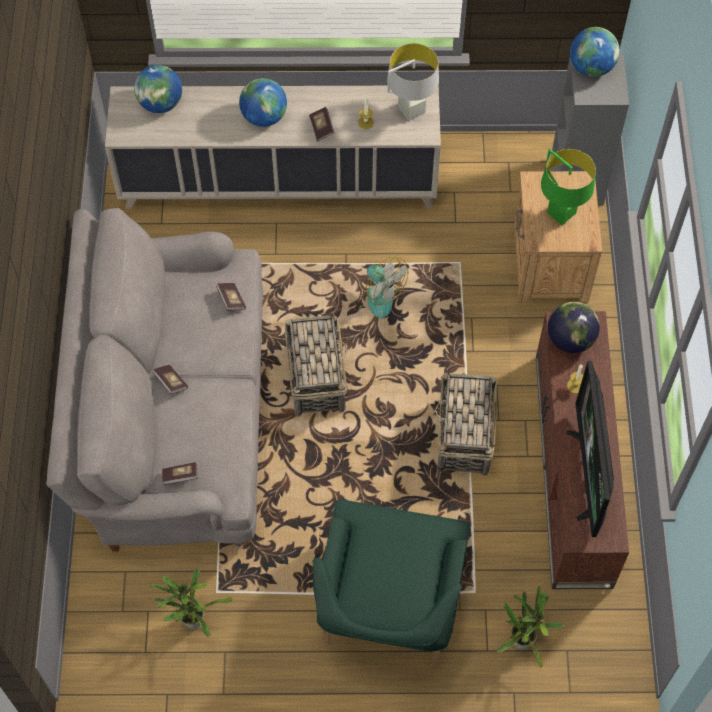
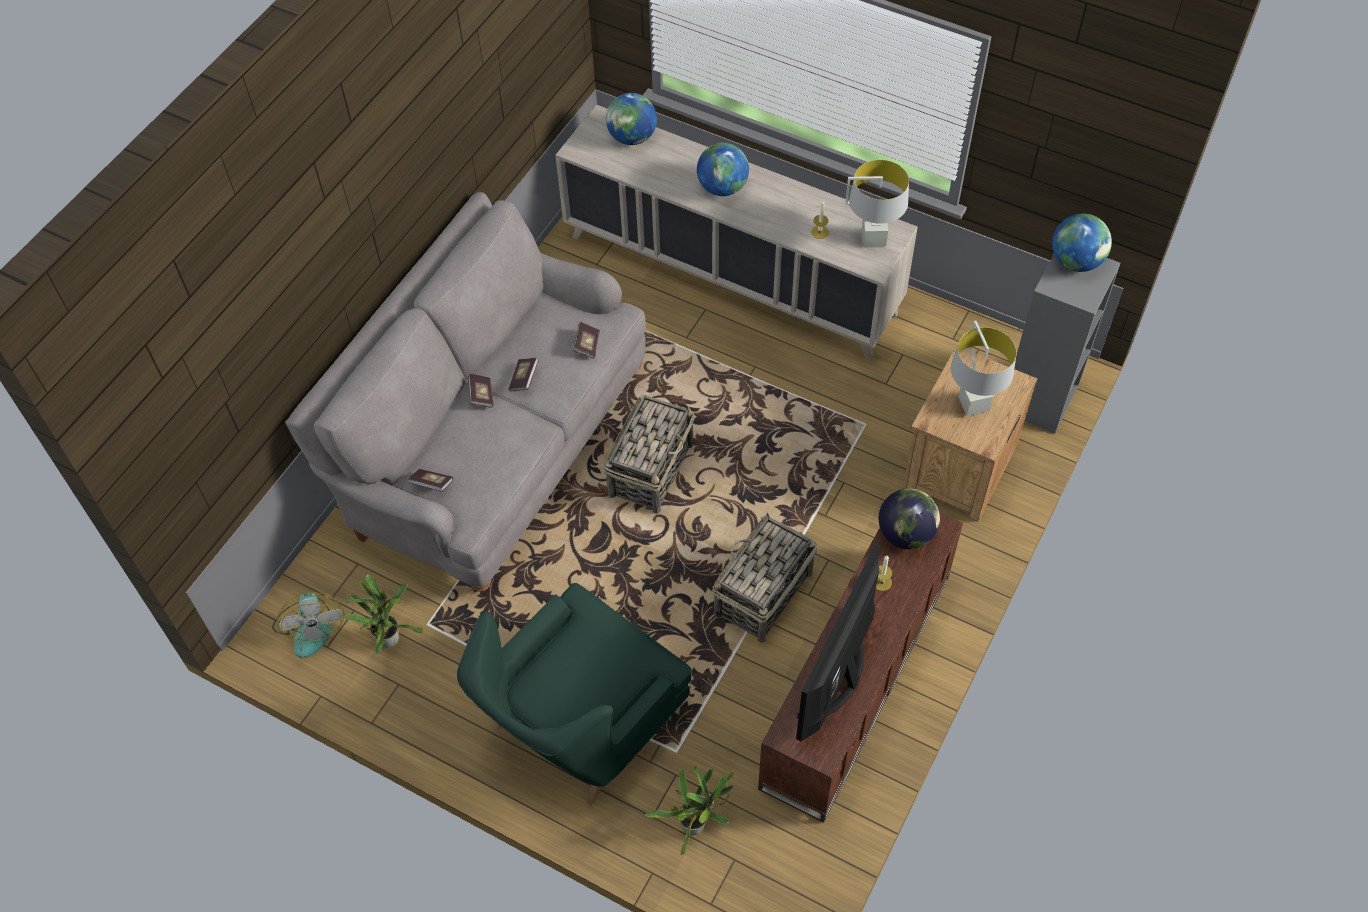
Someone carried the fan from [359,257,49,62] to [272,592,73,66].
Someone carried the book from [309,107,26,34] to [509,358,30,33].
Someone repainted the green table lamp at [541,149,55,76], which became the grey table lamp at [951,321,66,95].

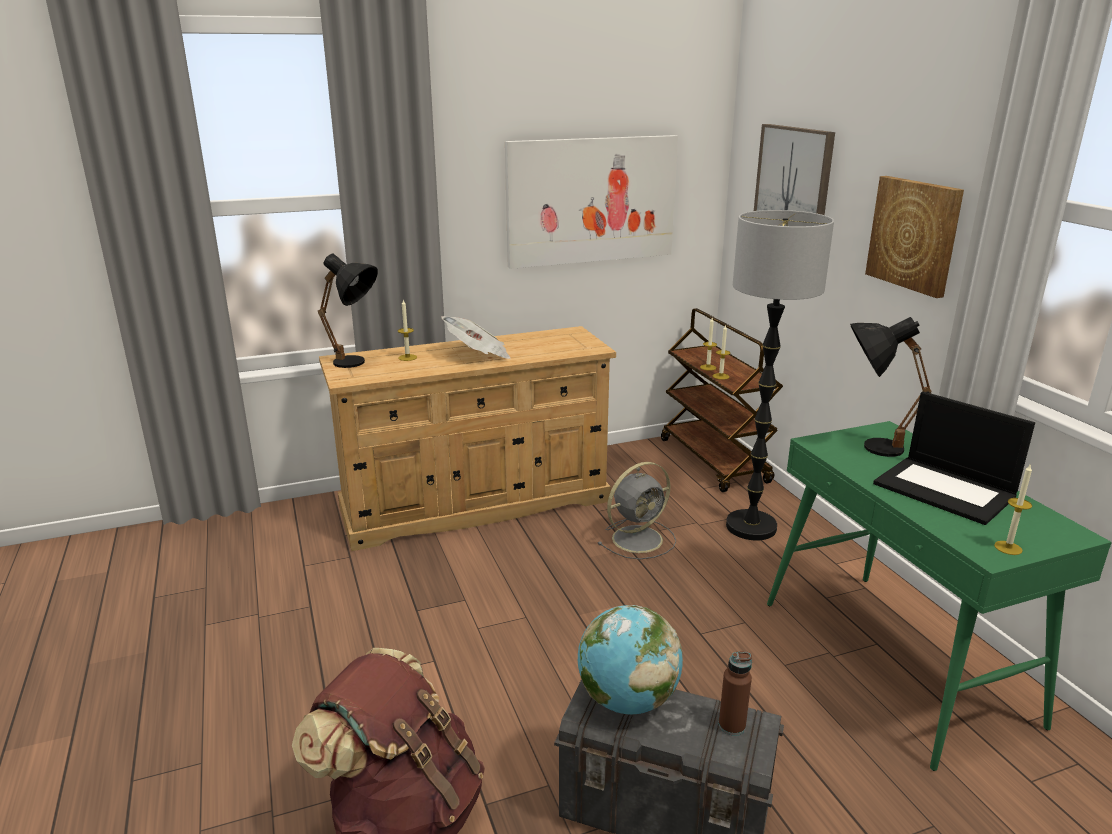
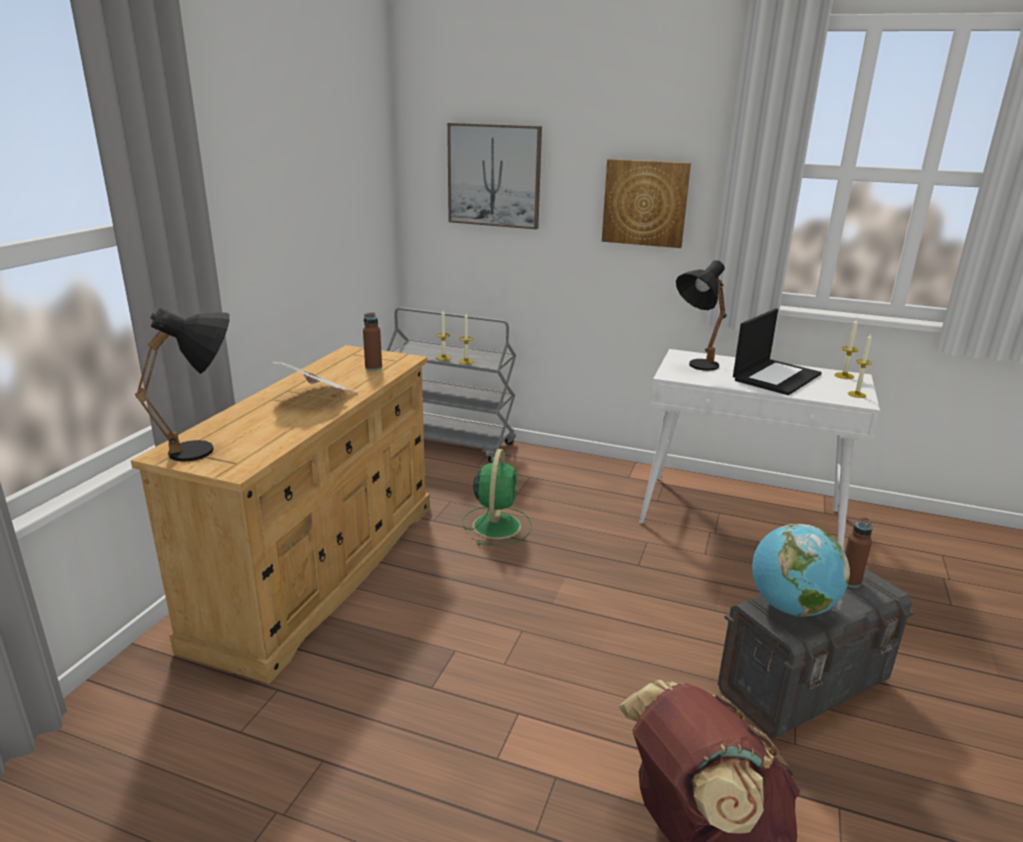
Someone put down the brown bottle at [363,312,19,59].
Someone repainted the brown cart at [661,308,122,184], which became the grey cart at [386,307,130,156].
Someone repainted the grey fan at [597,462,79,97], which became the green fan at [462,449,70,96].
Someone repainted the green console table at [767,421,345,350], which became the white console table at [639,349,241,201].
Someone rotated the laptop at [873,391,162,134] by 45 degrees counterclockwise.
Someone carried the candle from [398,300,19,61] to [834,319,25,60].
Someone took away the picture at [505,135,173,134].
Someone took away the floor lamp at [726,210,108,331].

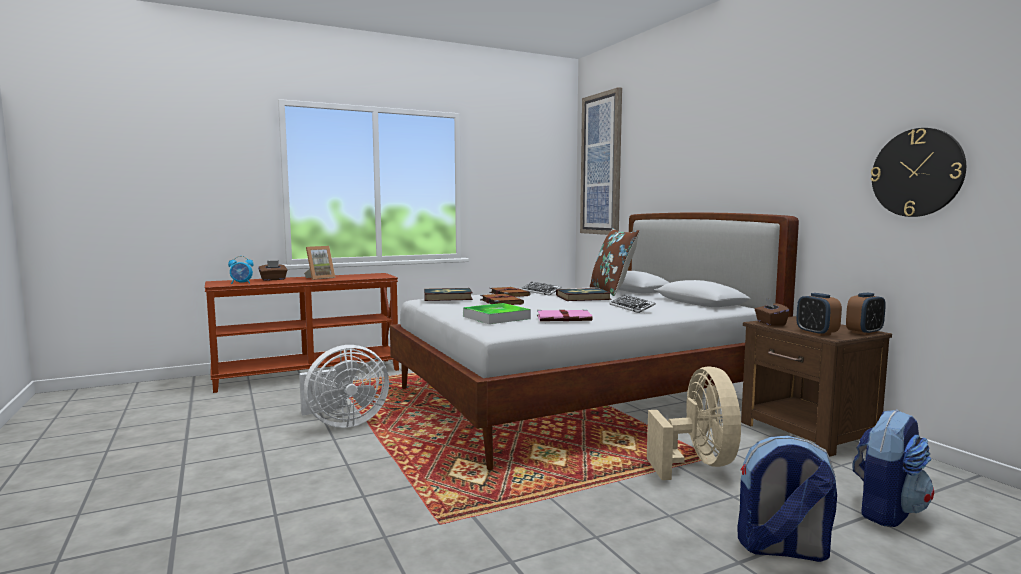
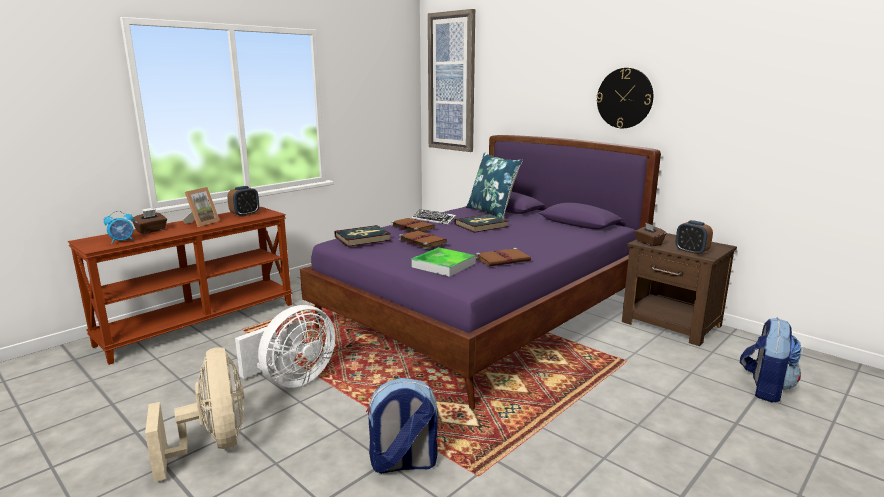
Someone carried the beige fan from [647,367,94,113] to [145,347,99,135].
Someone carried the alarm clock from [846,293,40,42] to [227,186,32,31].
Someone repainted the white bed at [390,212,409,258], which became the purple bed at [300,135,361,274].
Someone carried the backpack from [737,435,100,127] to [366,378,72,96].
Someone repainted the brown pillow at [590,228,50,68], which became the blue pillow at [466,152,57,67].
Someone repainted the pink book at [537,309,56,12], which became the brown book at [476,248,55,19].
Someone carried the wall clock from [870,128,96,89] to [596,68,57,60].
Someone took away the keyboard at [609,295,47,18].

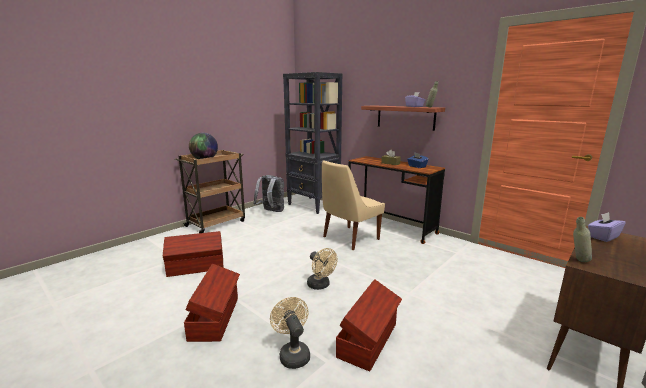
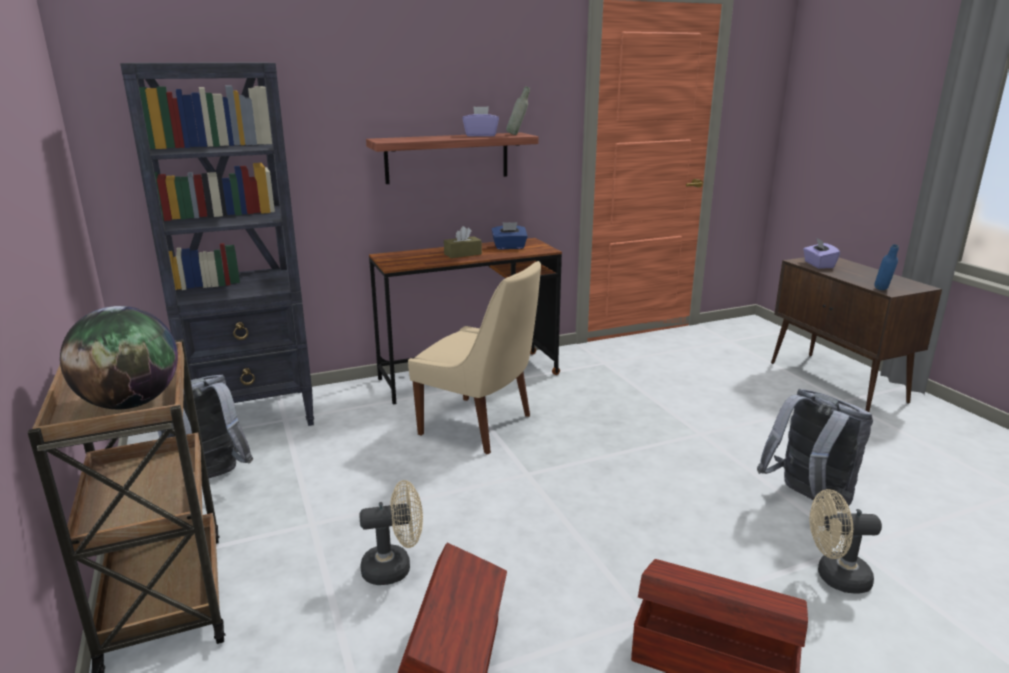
Someone carried the beige fan from [307,248,31,42] to [359,480,64,105].
Someone rotated the beige chair at [322,160,63,90] by 45 degrees counterclockwise.
Someone swapped the brown storage box at [336,279,66,92] for the grey backpack at [757,389,116,122].
Someone repainted the grey bottle at [573,217,19,45], which became the blue bottle at [874,244,25,46].

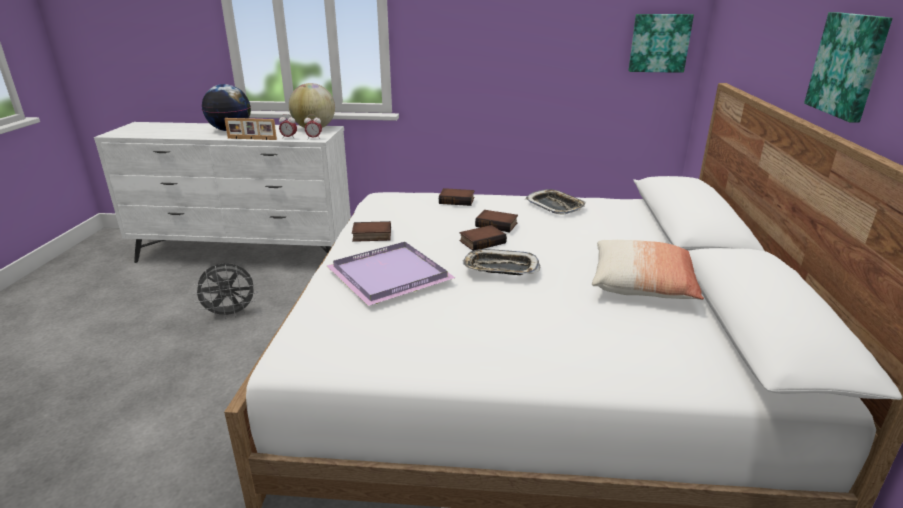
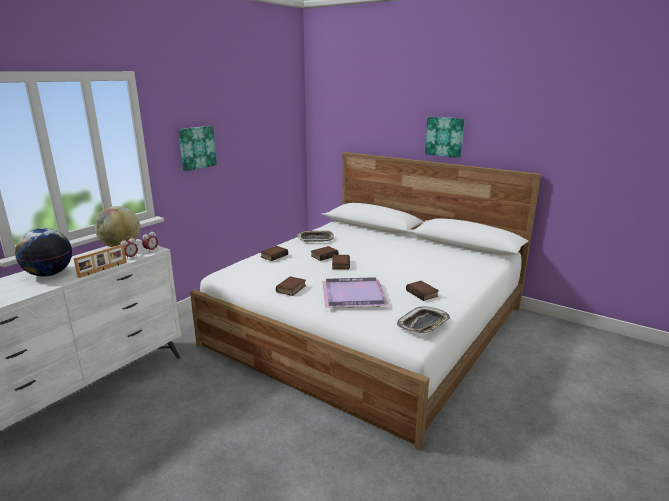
Someone carried the picture from [628,14,66,59] to [178,126,39,45].
Someone carried the tray from [463,249,77,26] to [397,306,53,27].
Someone put down the book at [406,281,33,20].
Someone took away the grey fan at [193,263,65,56].
Someone took away the pillow at [592,240,112,60].

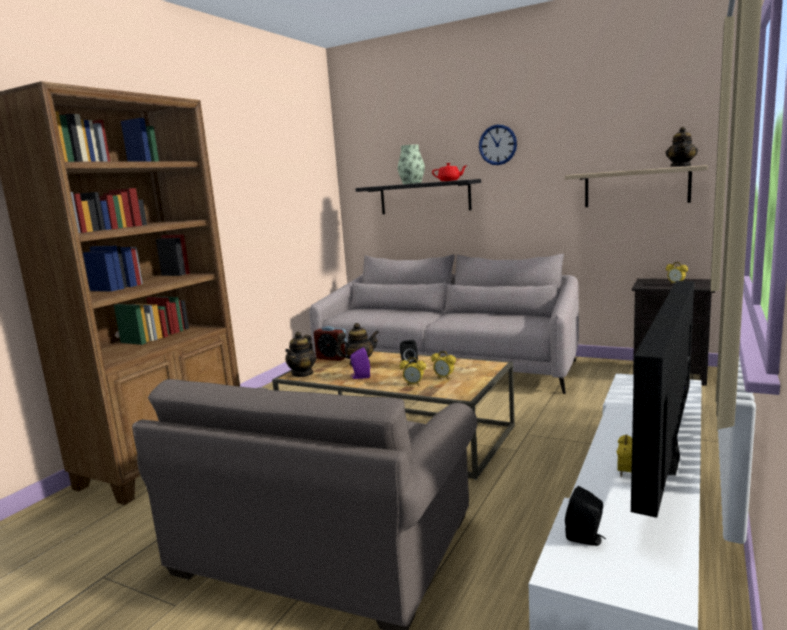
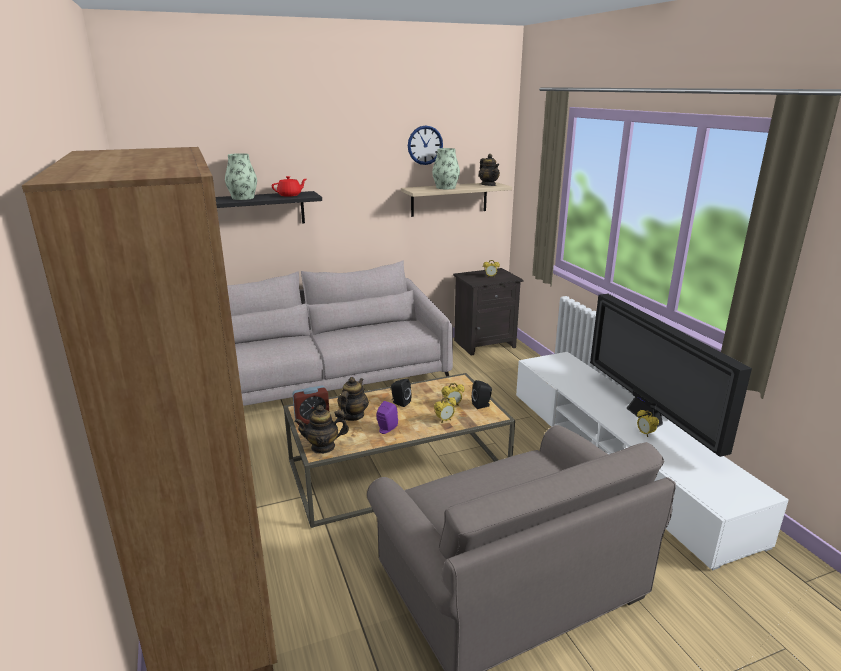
Someone rotated the teapot at [285,332,31,45] by 105 degrees clockwise.
Someone carried the wall clock from [479,125,38,40] to [408,125,35,40].
Someone put down the vase at [432,148,28,41].
Someone carried the black speaker from [565,486,41,60] to [472,380,20,29].

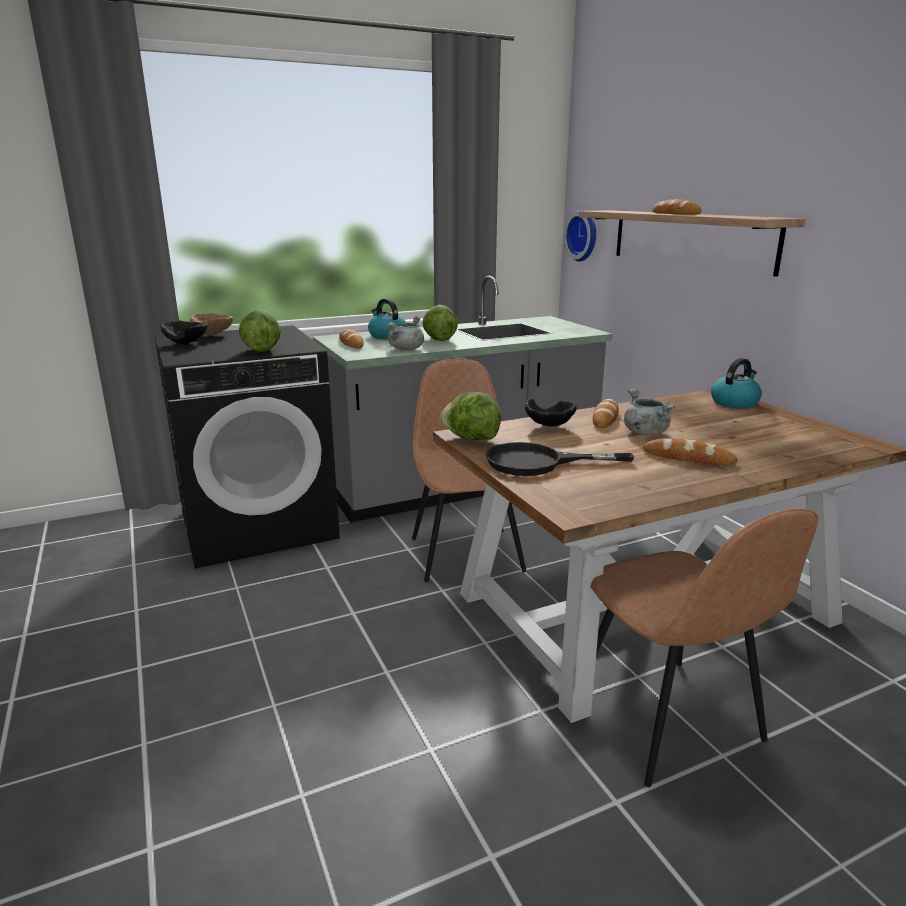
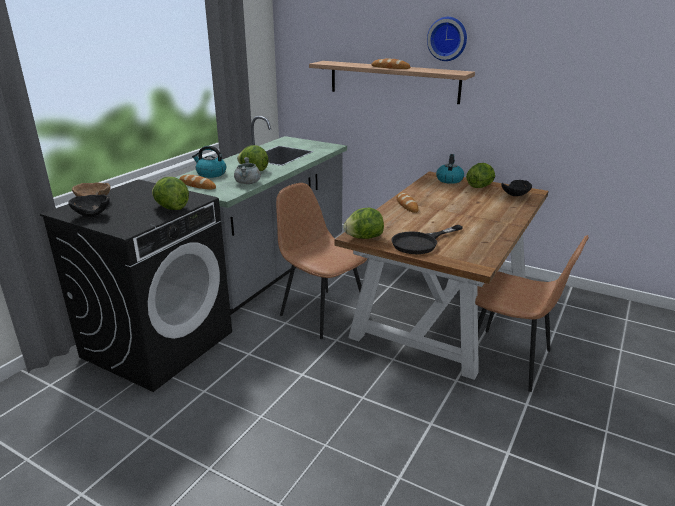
Someone carried the wall clock from [564,210,32,52] to [427,17,40,44].
Someone put down the lettuce at [466,163,29,25].
Someone carried the black bowl from [525,399,52,28] to [501,180,31,16].
Someone took away the grey cooking pot at [624,389,51,46].
Someone took away the bread at [643,438,94,27].

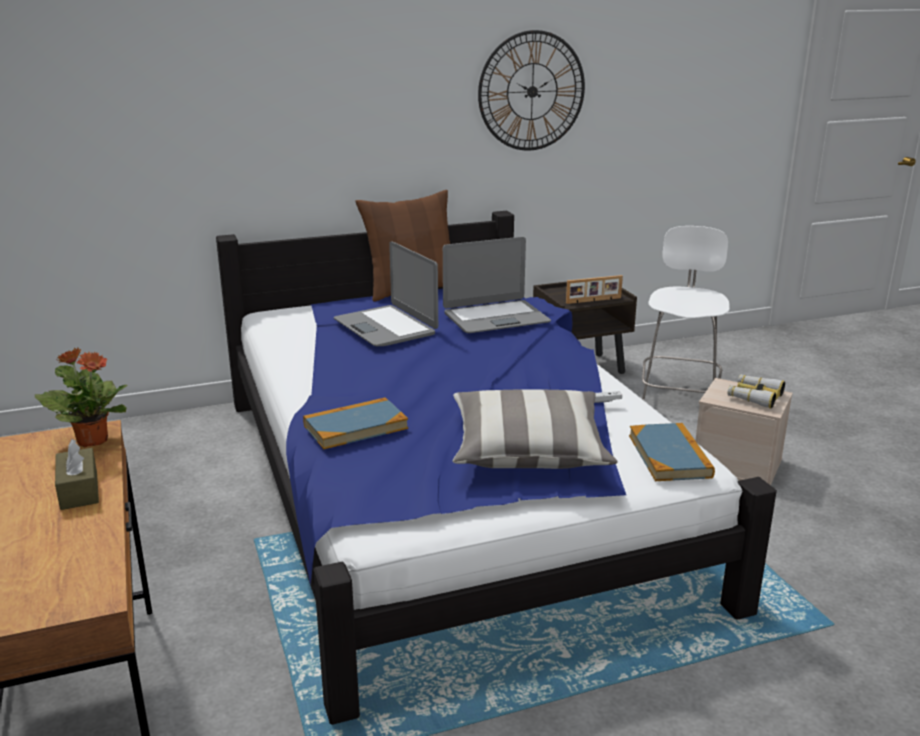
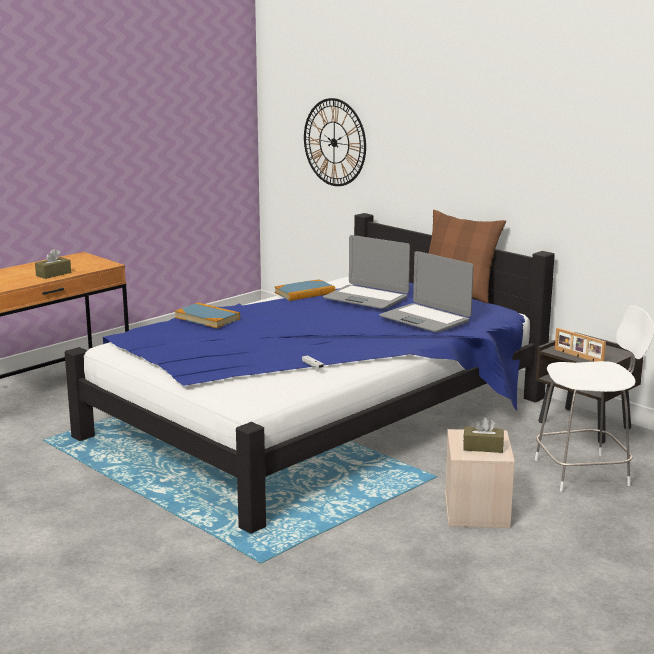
Someone carried the book from [629,423,86,58] to [275,280,60,21].
Someone carried the wall clock from [478,30,107,121] to [304,98,62,88].
Someone rotated the laptop at [334,241,104,105] by 90 degrees counterclockwise.
Someone swapped the binoculars at [727,374,58,35] for the brown tissue box at [463,417,41,36].
Someone took away the potted plant at [35,348,93,100].
Someone took away the pillow at [453,389,165,80].

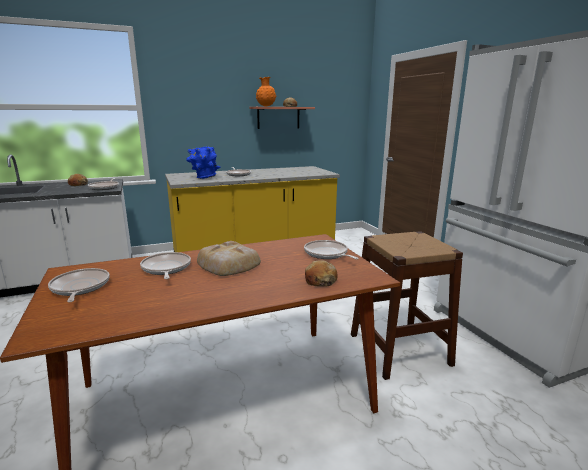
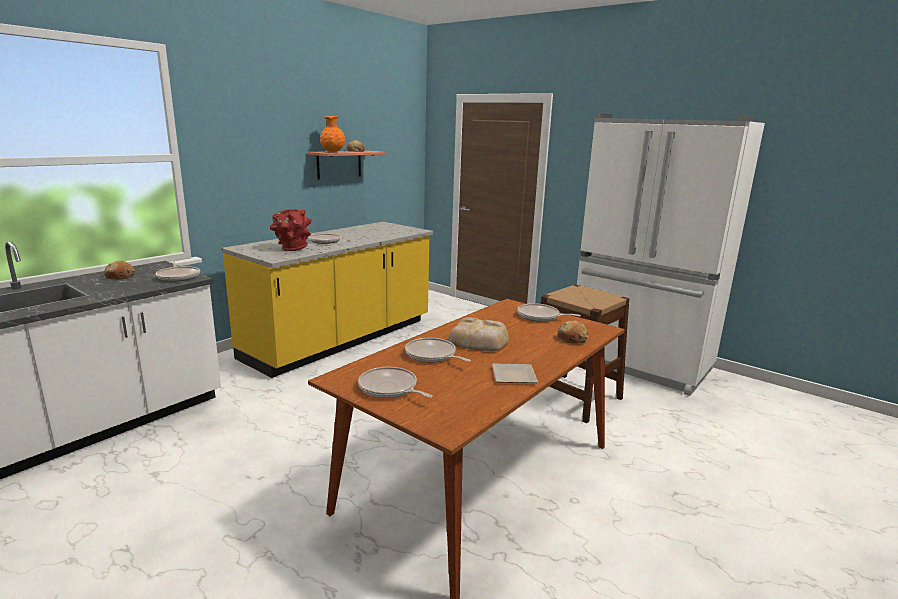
Someone repainted the blue vase at [186,147,34,32], which became the red vase at [270,209,42,42].
Someone put down the plate at [492,364,46,19].

